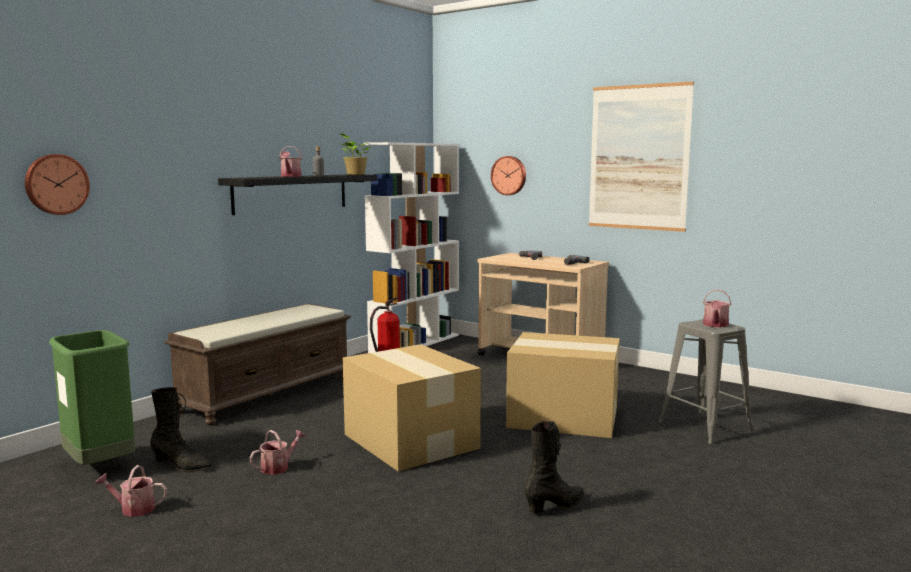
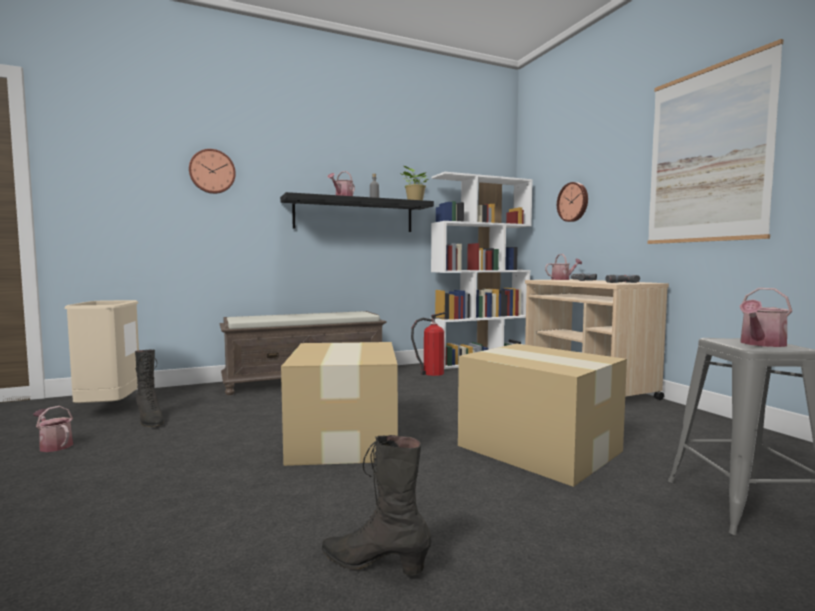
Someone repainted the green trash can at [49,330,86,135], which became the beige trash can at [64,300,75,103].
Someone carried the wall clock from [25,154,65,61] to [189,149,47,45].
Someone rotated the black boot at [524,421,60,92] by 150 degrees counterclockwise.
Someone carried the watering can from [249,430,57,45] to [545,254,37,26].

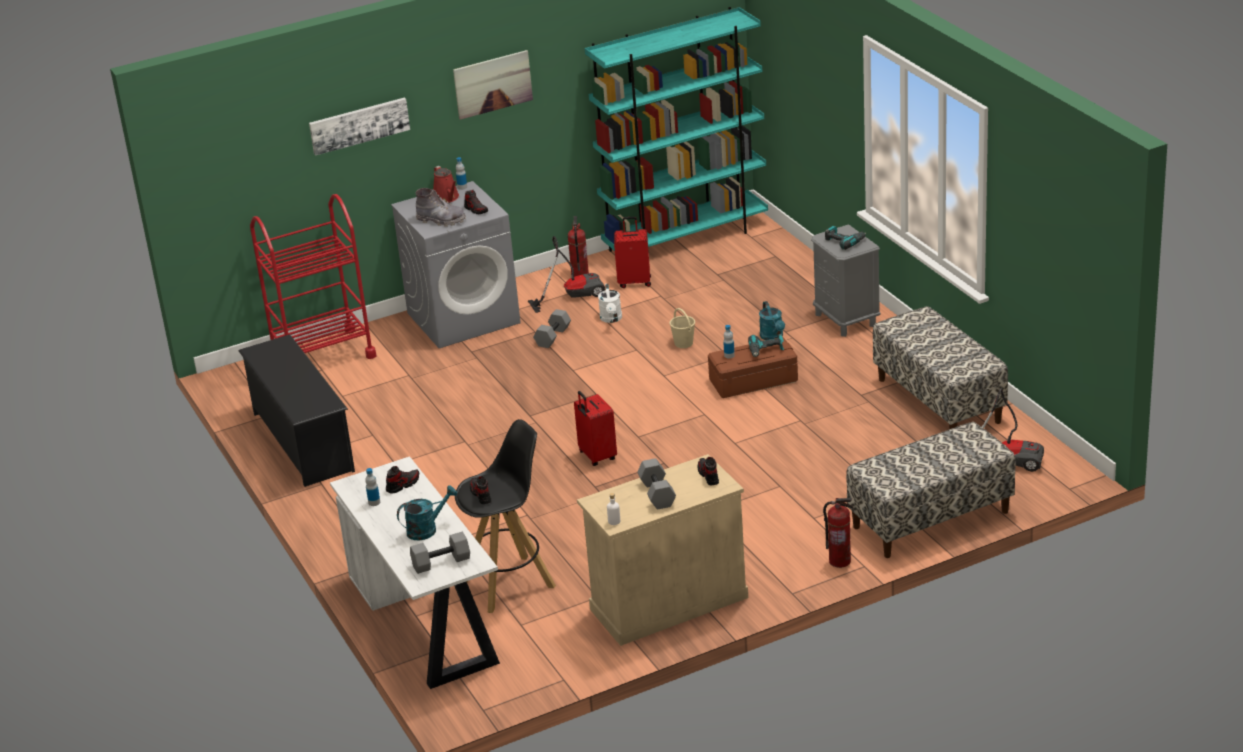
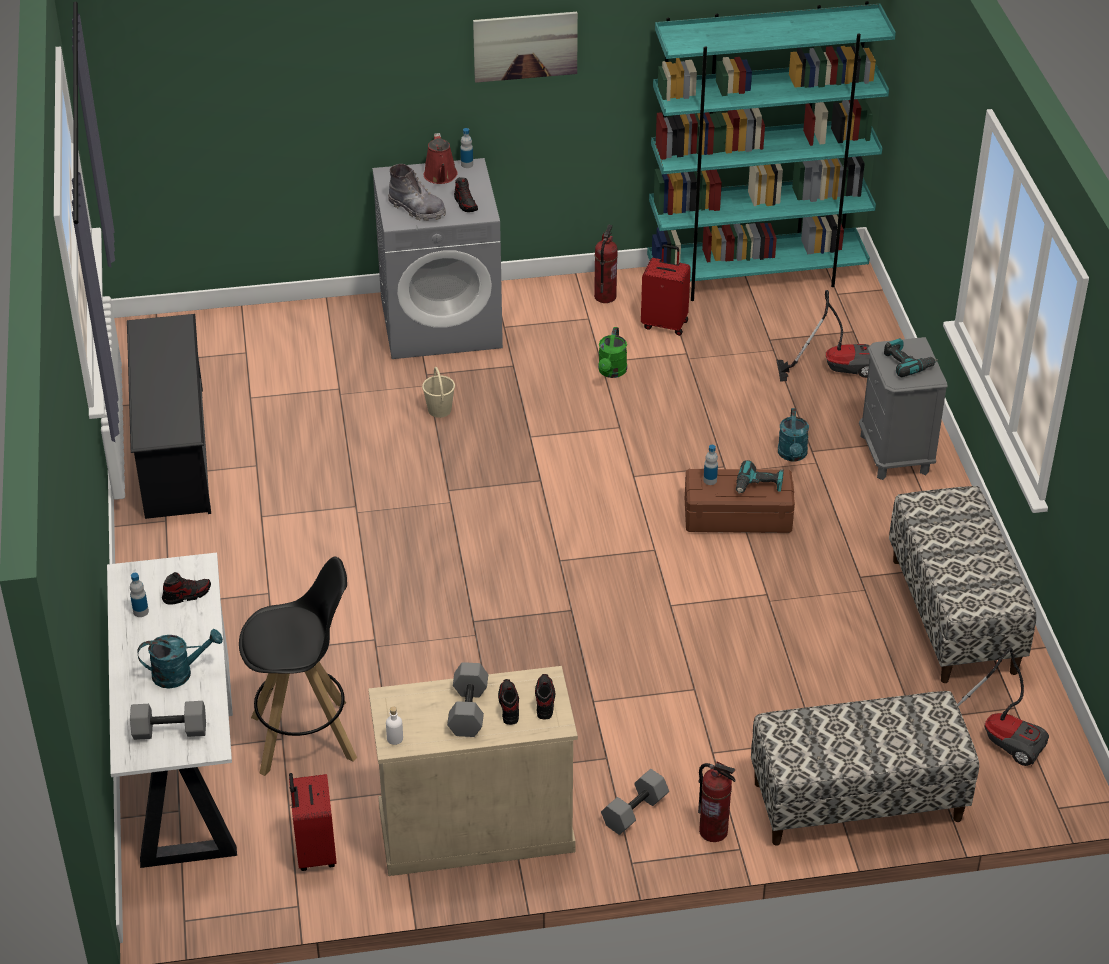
Someone carried the red suitcase from [574,391,43,75] to [289,773,48,98].
Someone carried the beige bucket from [670,308,25,40] to [422,367,33,51].
Someone carried the shoe from [470,476,21,28] to [498,679,21,46].
Someone repainted the white watering can at [598,284,24,39], which became the green watering can at [598,327,29,51].
Someone carried the grey dumbbell from [533,309,38,39] to [601,769,68,66].
Someone carried the vacuum cleaner from [528,236,77,77] to [776,290,94,92].
Someone took away the red cart at [250,194,127,165].
Someone took away the picture at [309,97,101,59].

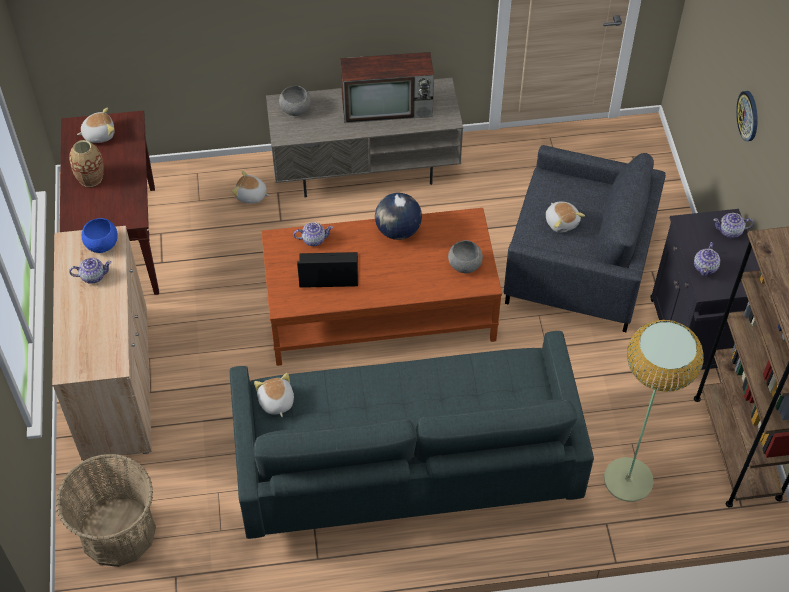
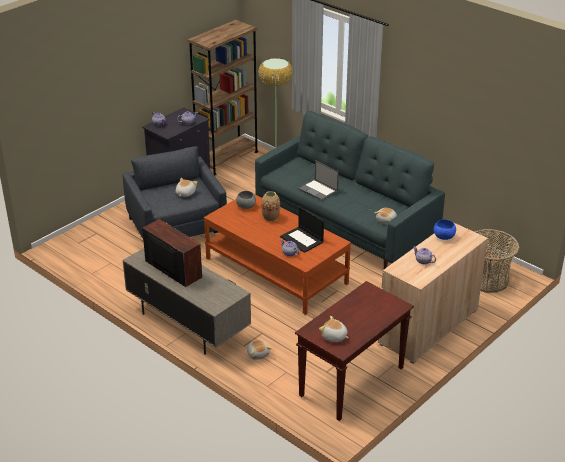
Someone carried the vase from [69,140,35,47] to [261,191,19,31].
Someone put down the laptop at [298,160,41,41].
Someone carried the blue bowl from [82,218,36,35] to [434,219,22,21].
Someone took away the grey bowl at [279,86,32,30].
Someone took away the globe at [375,193,47,47].
Someone took away the wall clock at [736,91,22,50].

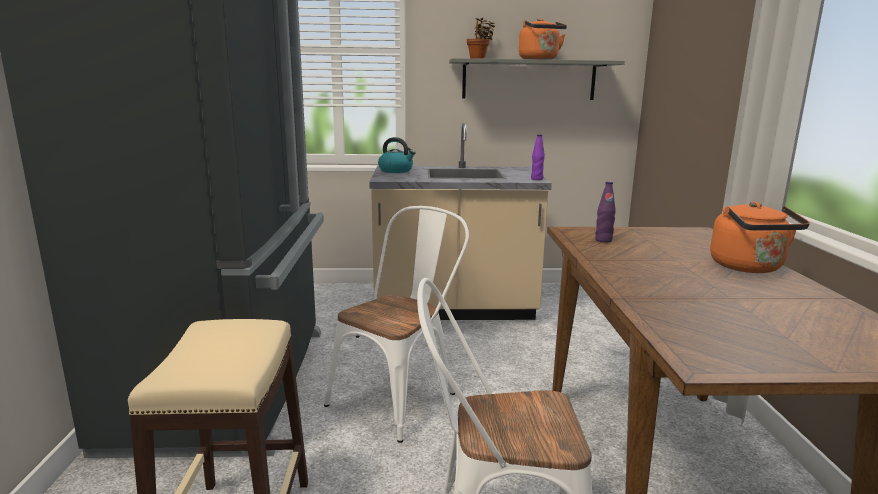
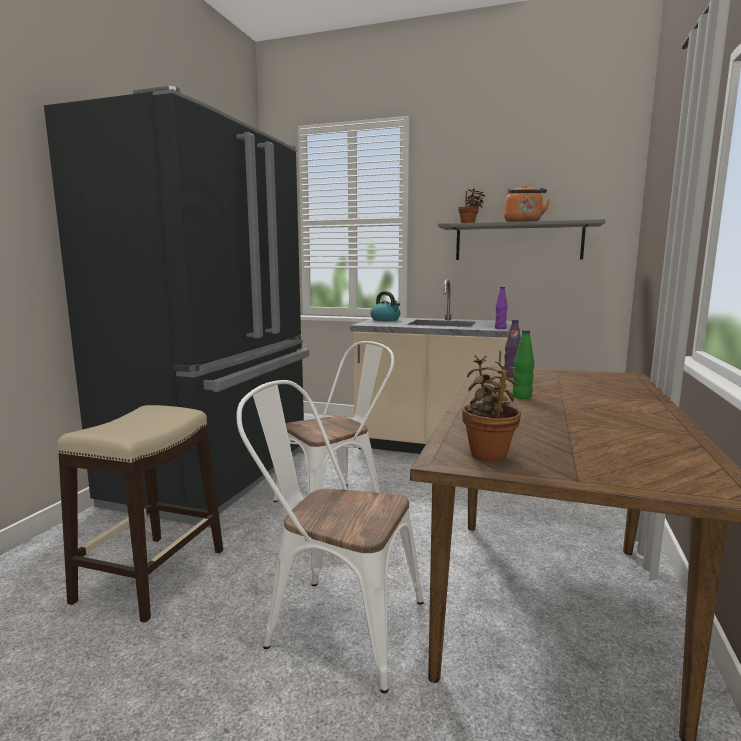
Someone put down the potted plant at [462,356,59,105].
Someone put down the green bottle at [512,330,22,69].
Someone took away the orange kettle at [710,201,100,72].

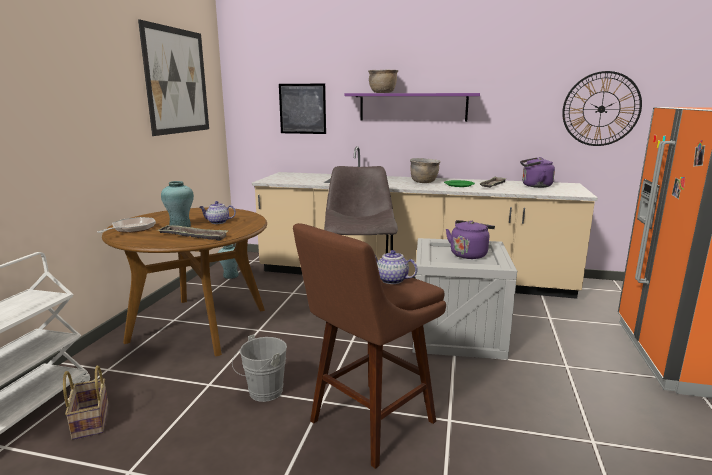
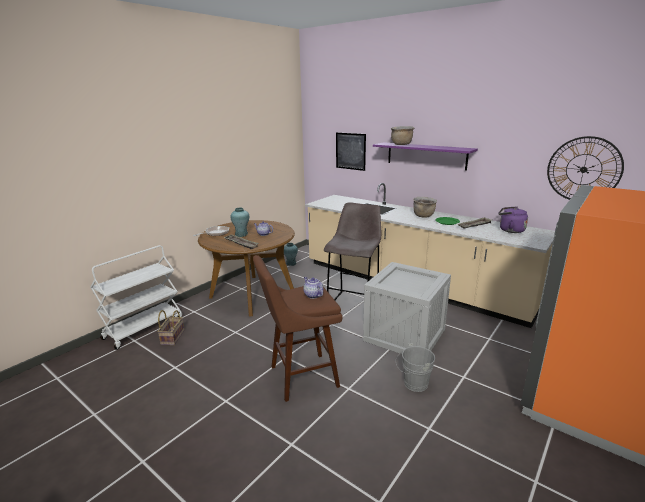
Someone carried the grey bucket from [232,334,55,68] to [396,343,39,49].
Someone took away the picture at [138,19,71,117].
Someone took away the purple kettle at [446,220,49,39].

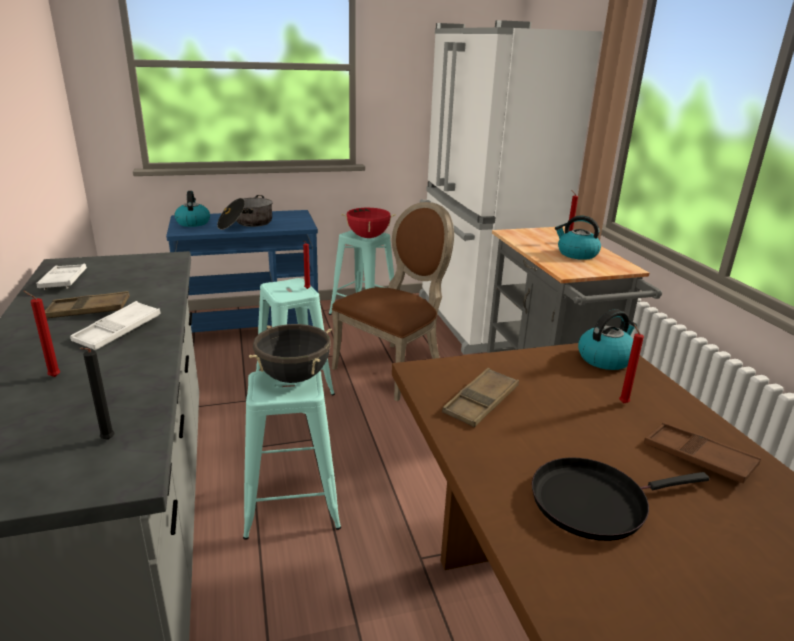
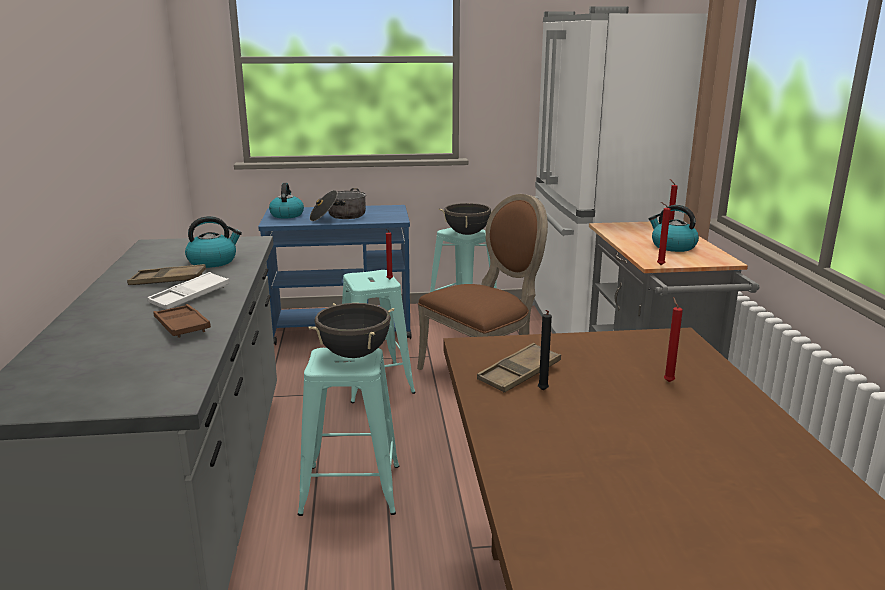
Someone carried the brown tray from [644,422,117,61] to [153,304,58,34].
Someone carried the kettle from [578,309,59,61] to [185,216,57,52].
Someone repainted the red cooking pot at [341,207,55,31], which became the black cooking pot at [439,203,52,32].
Someone carried the black candle from [79,347,36,93] to [538,310,14,80].
Someone carried the red candle from [23,291,38,86] to [657,202,14,63].
Someone took away the white tray at [36,264,51,26].
Someone took away the black frying pan at [532,457,177,84].

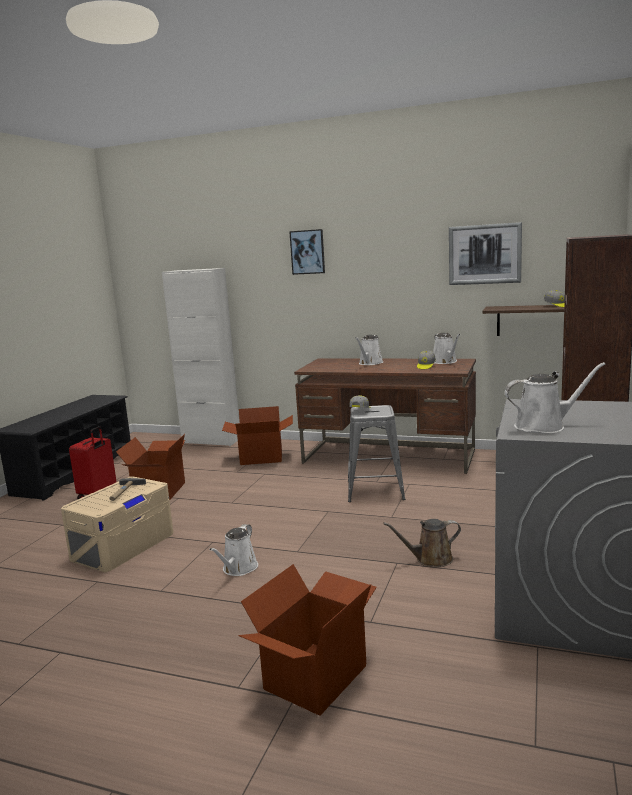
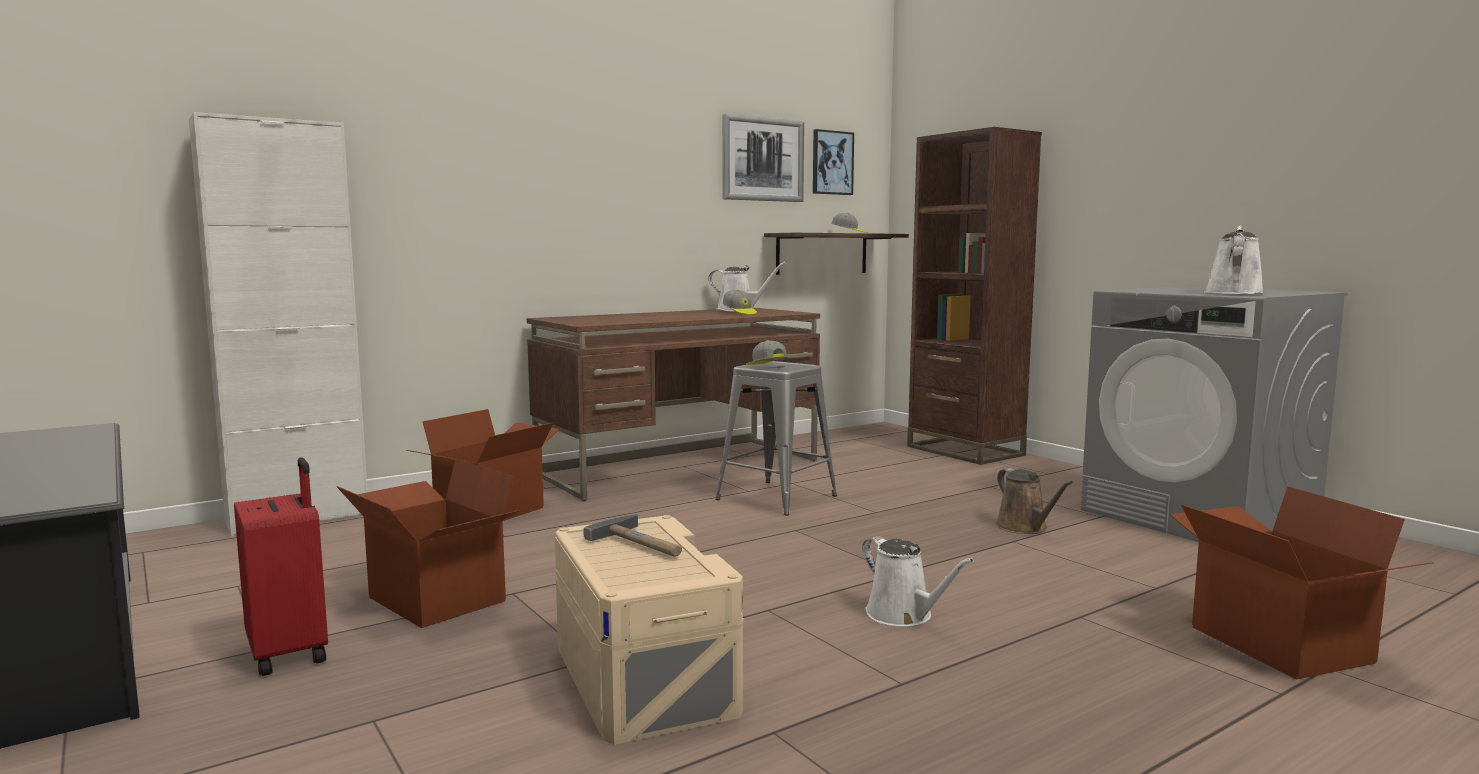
Someone carried the picture from [289,229,36,46] to [813,129,41,66].
Someone rotated the brown watering can at [383,519,78,48] by 45 degrees counterclockwise.
Someone took away the white watering can at [355,335,28,30].

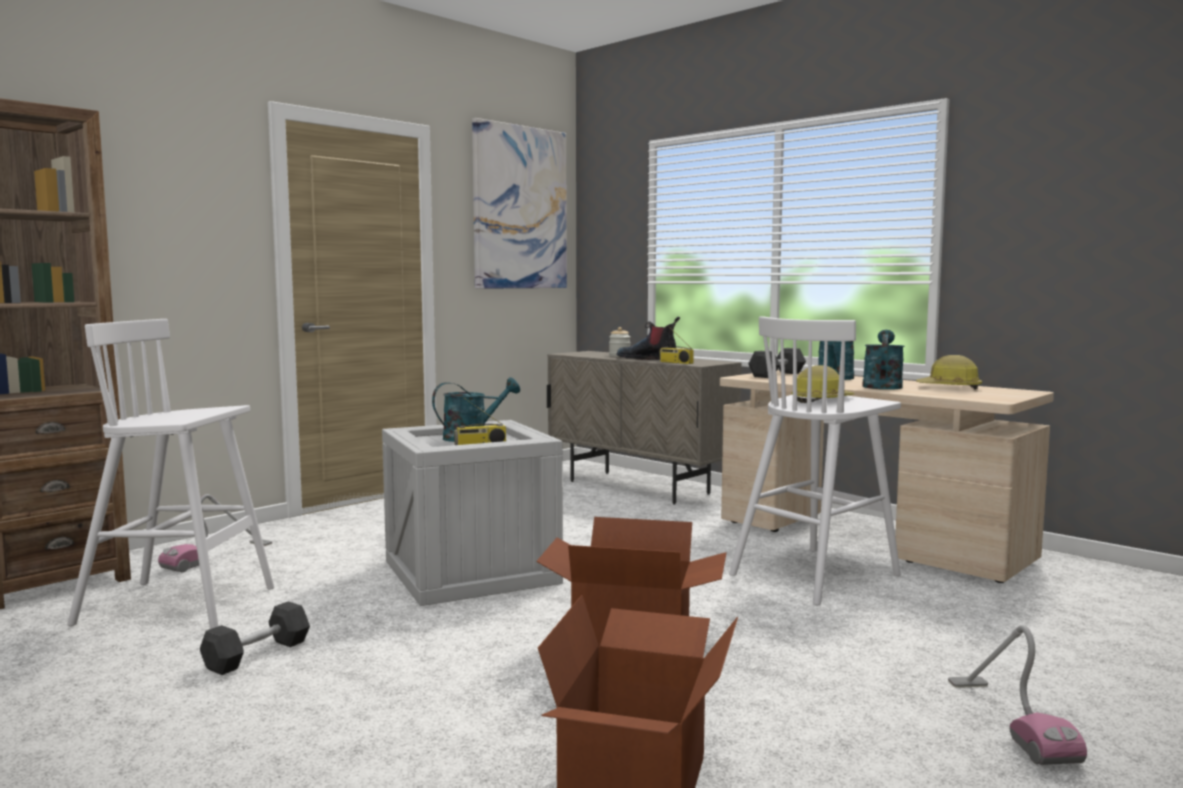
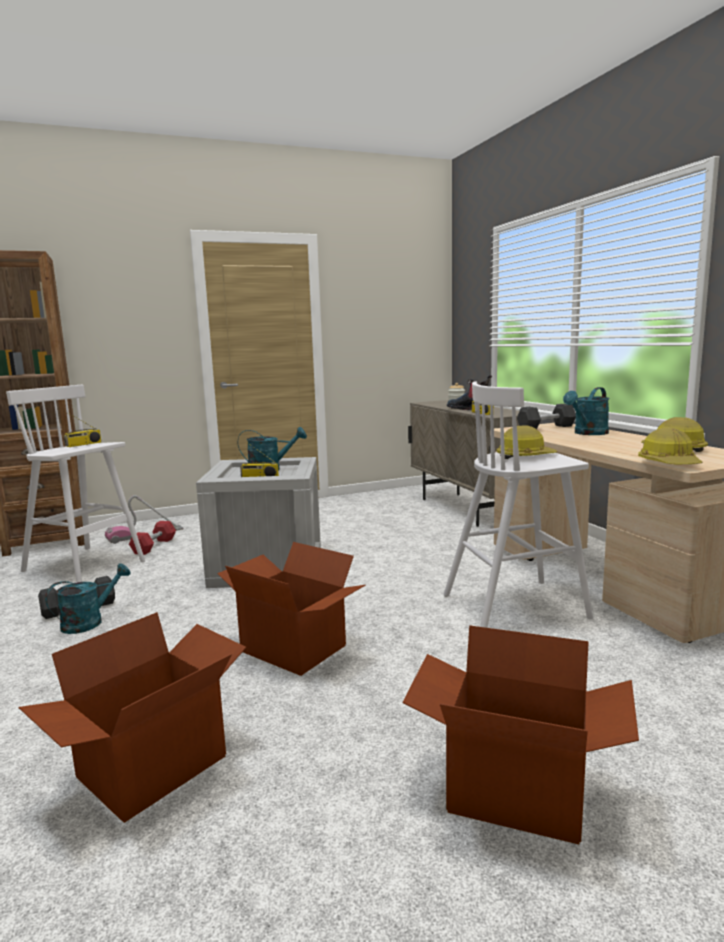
Someone carried the turquoise watering can from [862,330,42,60] to [45,563,85,71].
Someone put down the radio at [64,413,37,34].
Someone put down the red dumbbell at [129,521,47,34].
Someone swapped the vacuum cleaner at [948,625,139,140] for the cardboard box at [403,625,236,219].
Someone put down the hard hat at [638,427,64,37].
Someone took away the picture at [472,118,95,171].

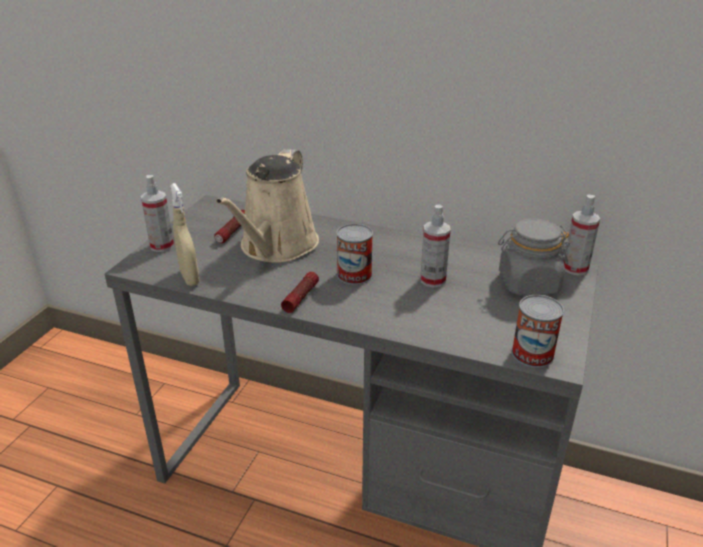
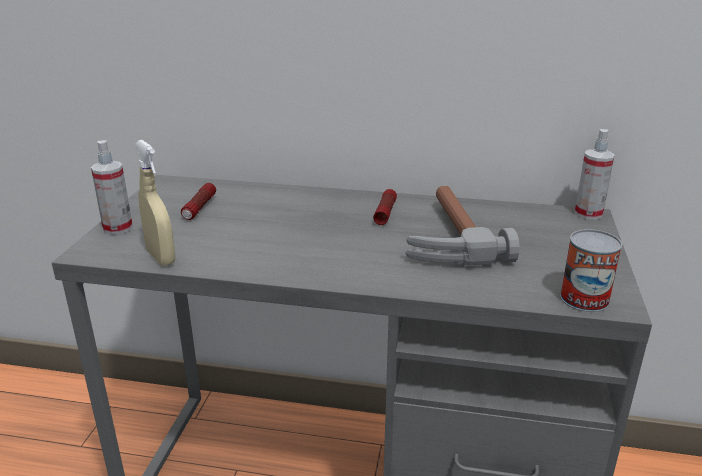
Someone carried the flashlight from [281,272,38,41] to [373,189,24,36].
Someone swapped the spray bottle at [420,204,31,84] for the hammer at [406,186,114,80].
Someone took away the beige watering can at [216,149,103,114].
Someone took away the can at [336,224,37,61].
Someone took away the grey jar at [498,219,72,76].

